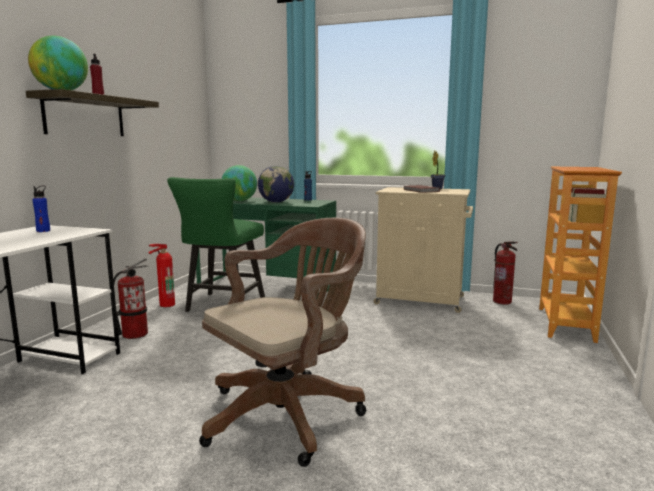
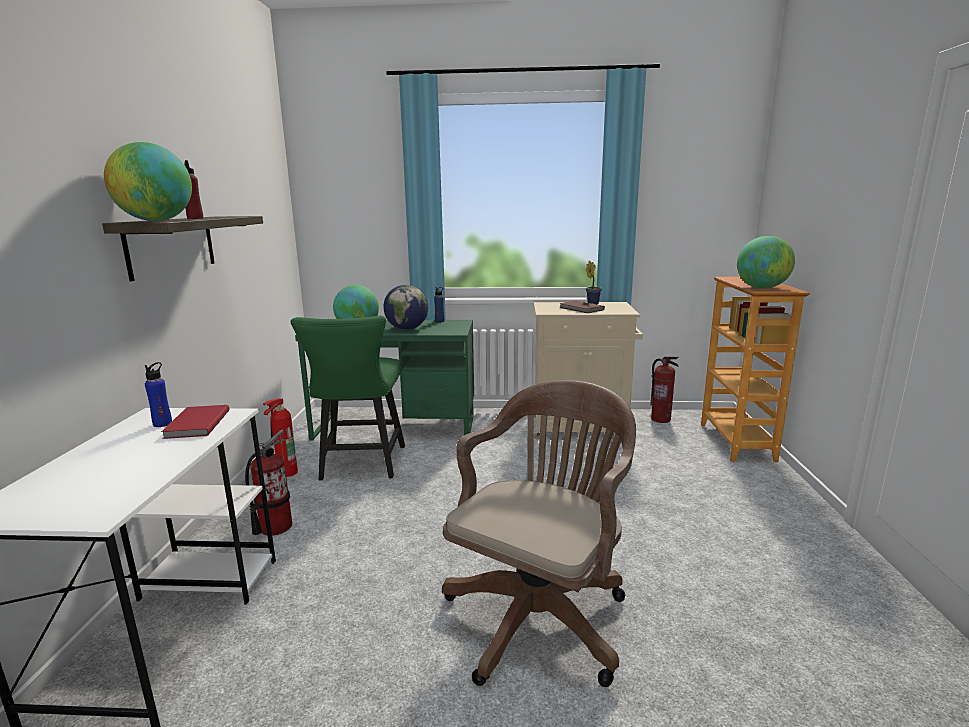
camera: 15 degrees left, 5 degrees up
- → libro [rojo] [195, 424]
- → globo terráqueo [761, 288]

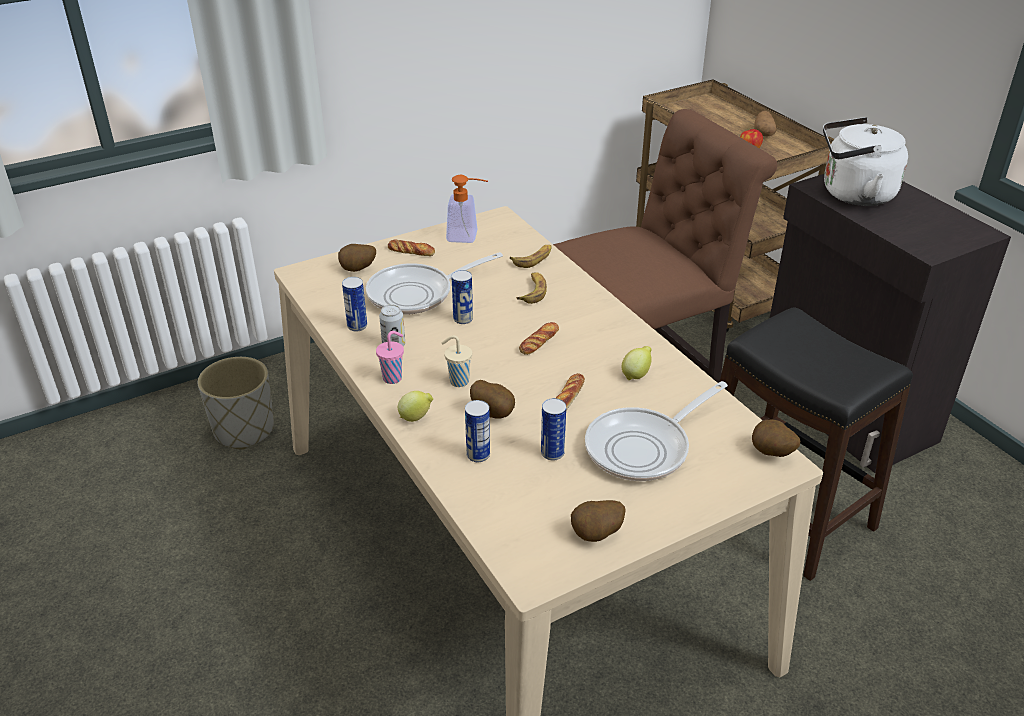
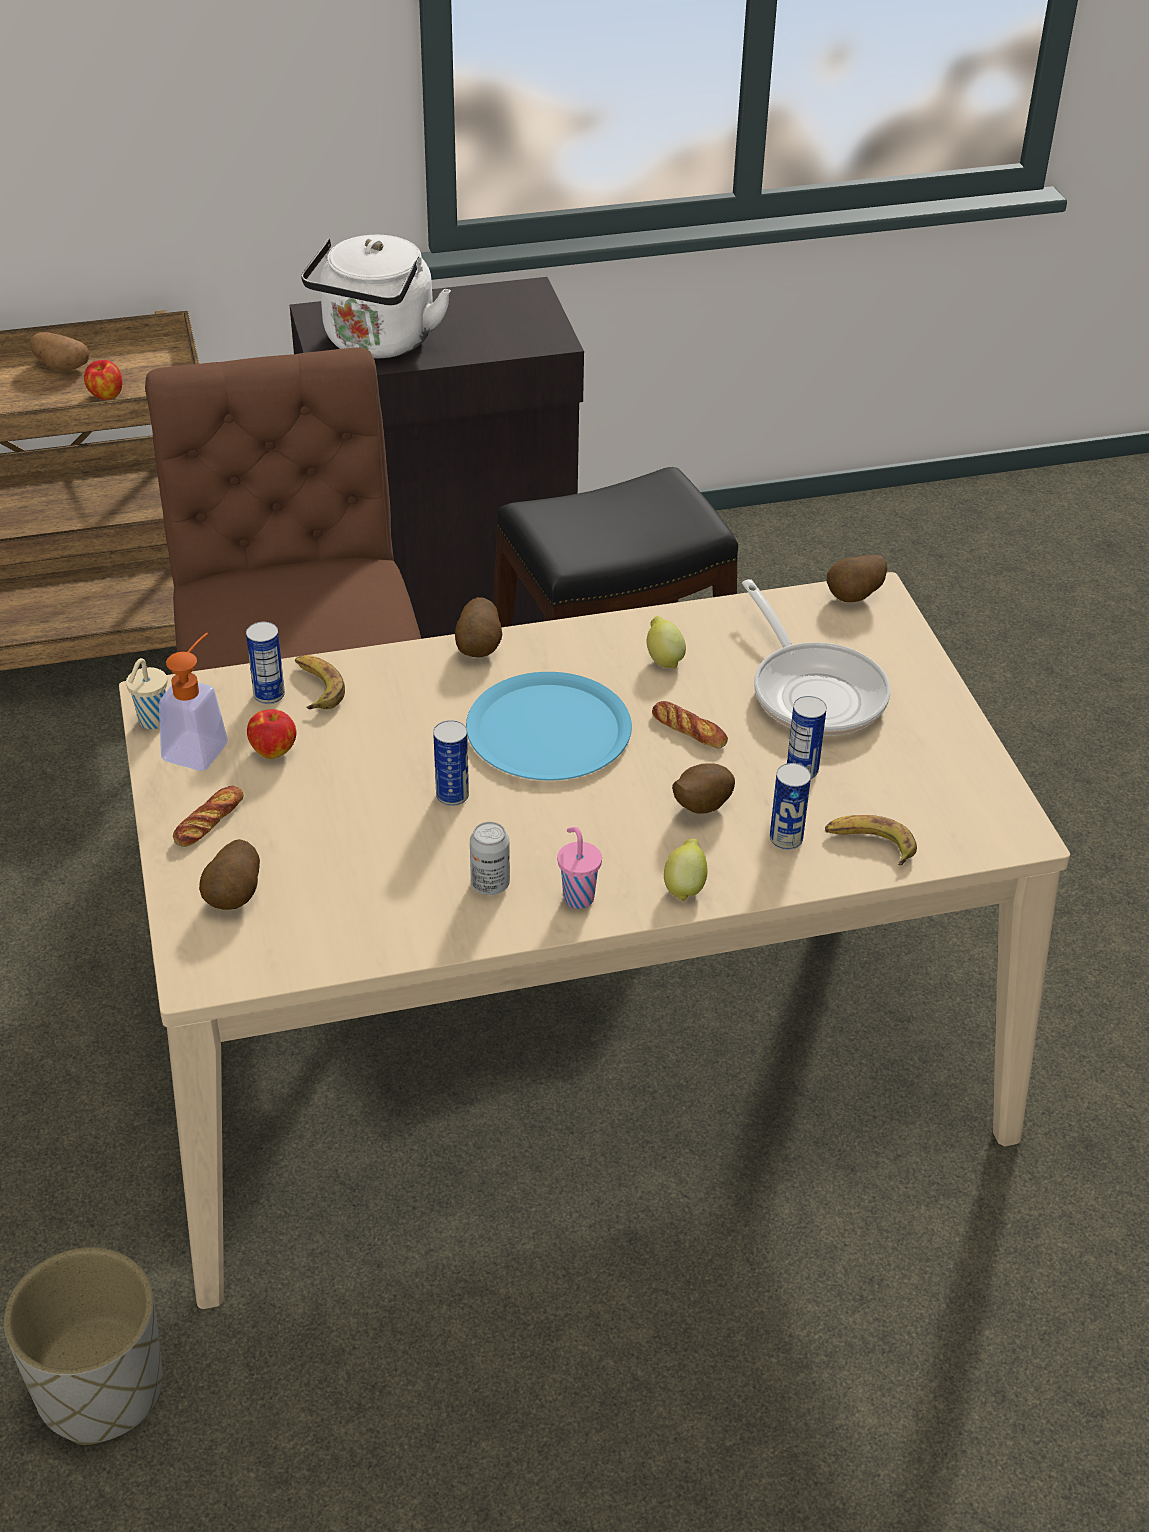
camera: 75 degrees left, 5 degrees up
lata [357, 326] → lata [269, 695], move
sartén [417, 294] → -
taza [beis] [458, 381] → taza [beis] [152, 722], move
plátano [532, 291] → plátano [870, 844], move
pan [539, 342] → plato [azul] [549, 730]
patata [597, 535] → patata [480, 649], move
- → manzana [274, 750]

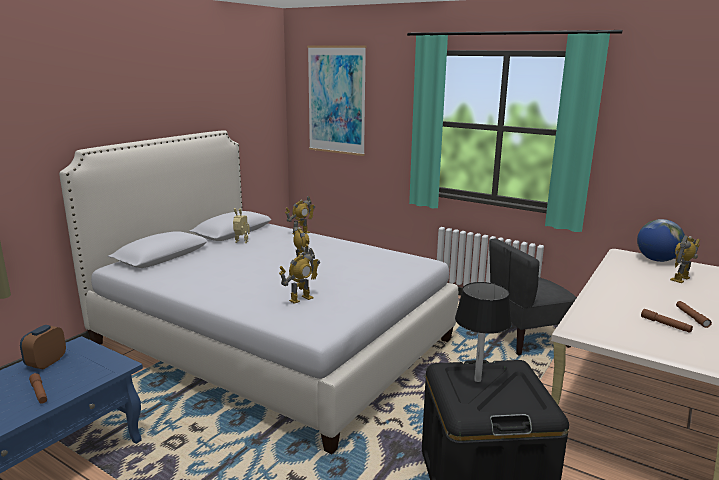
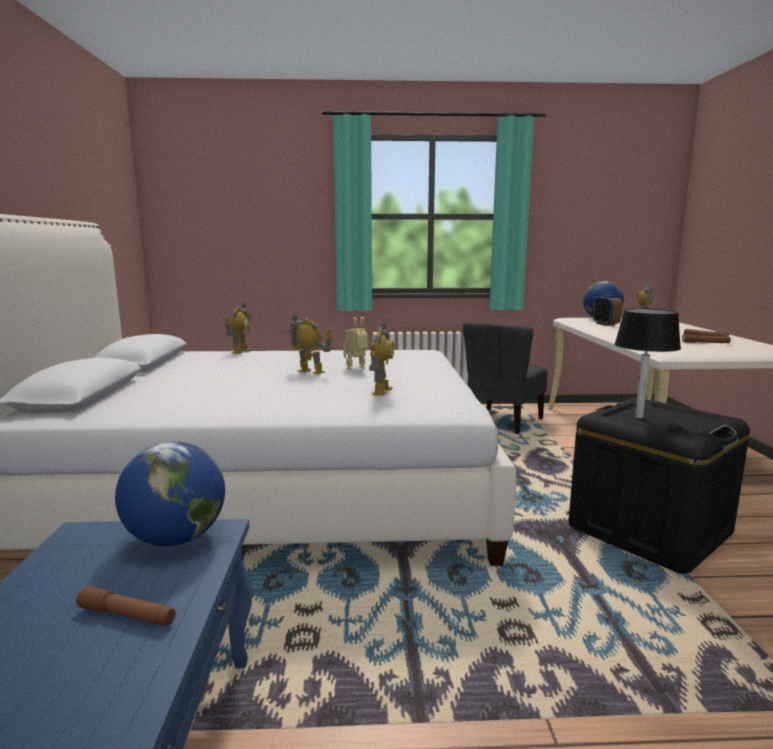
camera: 35 degrees left, 5 degrees down
despertador [46, 363] → despertador [605, 324], move
robot de juguete [241, 242] → robot de juguete [357, 369], move
cuadro [336, 100] → -
- → globo terráqueo [176, 539]

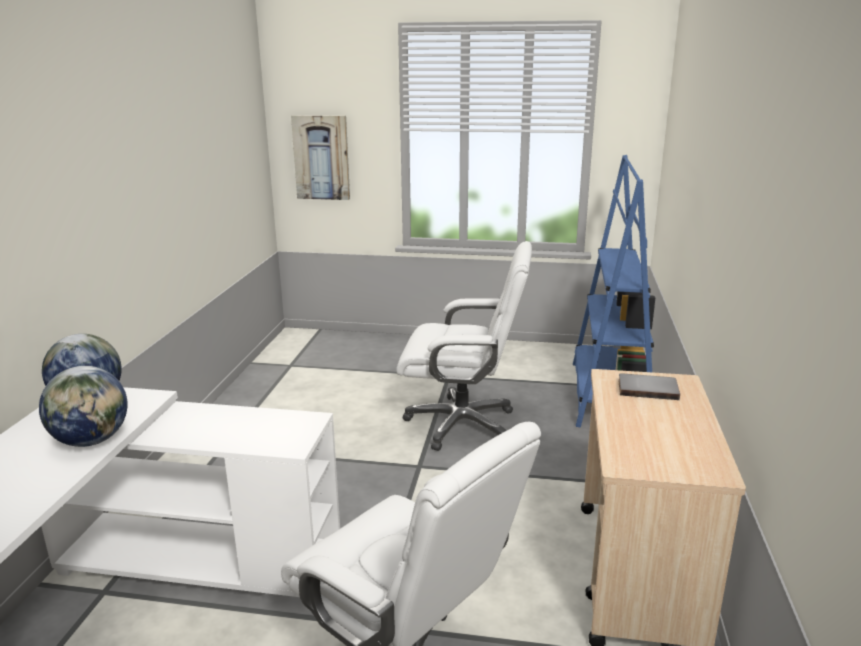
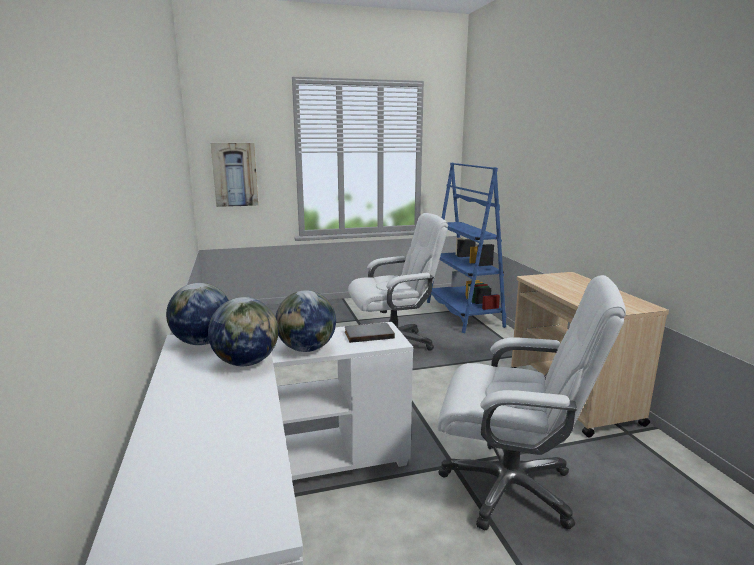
camera: 25 degrees left, 5 degrees down
libro [gris] [647, 388] → libro [gris] [368, 334], move
- → globo terráqueo [307, 349]

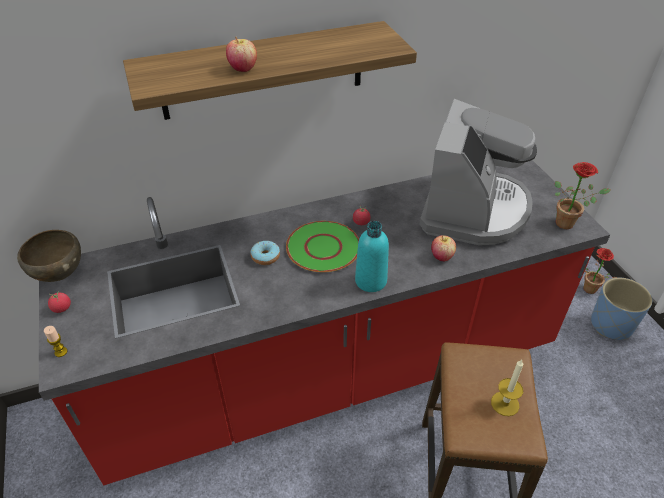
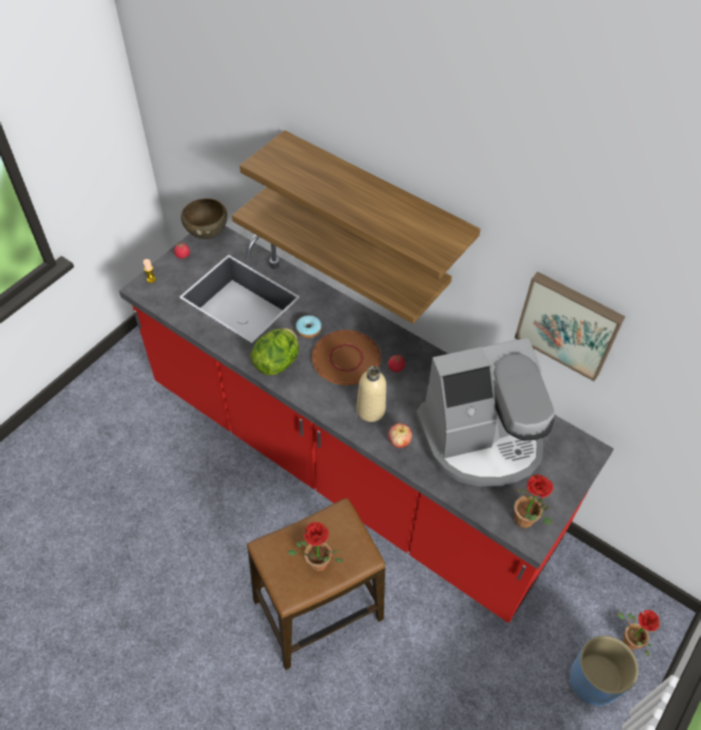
camera: 55 degrees right, 10 degrees up
manzana [243, 68] → -
plato [verde] [323, 247] → plato [marrón] [346, 358]
botella [turquesa] [371, 281] → -
vela [505, 403] → planta en maceta [315, 566]
- → estante [357, 246]
- → lechuga [277, 362]
- → botella [beis] [370, 410]
- → cuadro [569, 324]

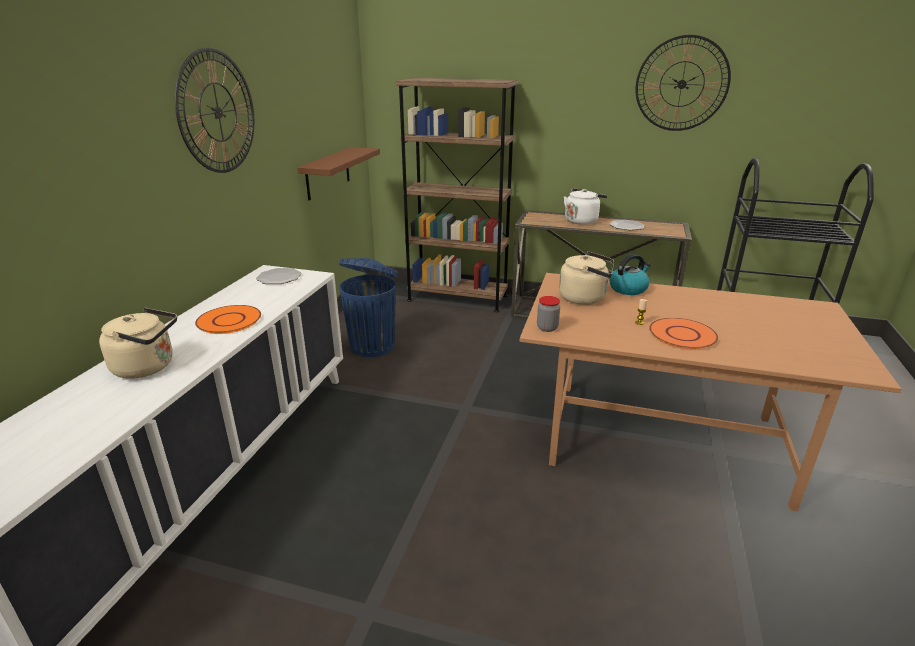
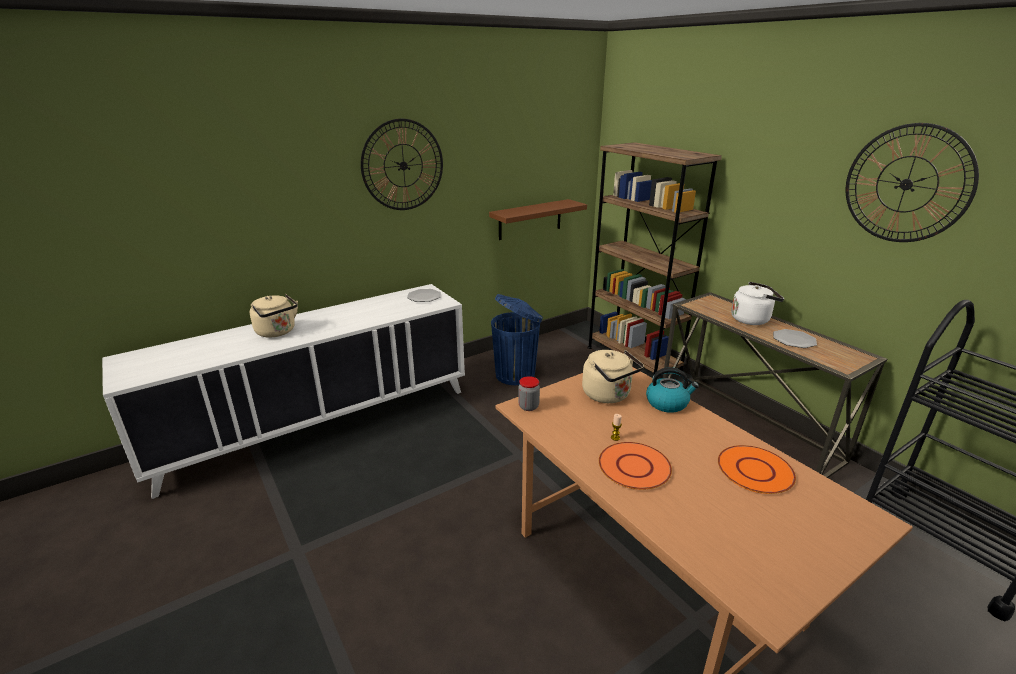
camera: 40 degrees right, 0 degrees up
plato [naranja] [229, 321] → plato [naranja] [755, 471], move

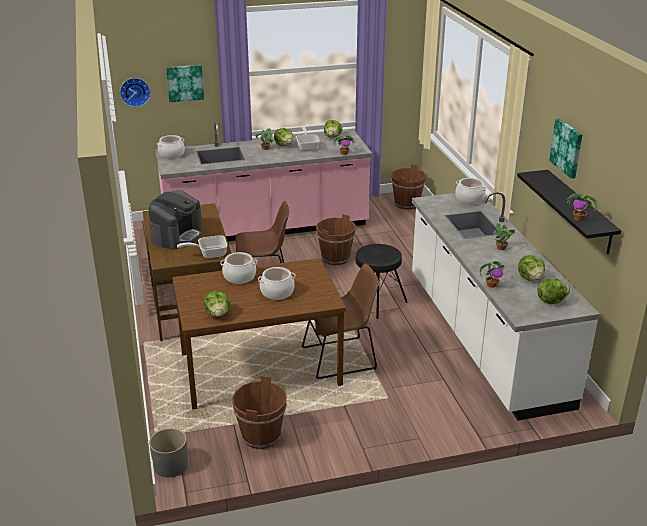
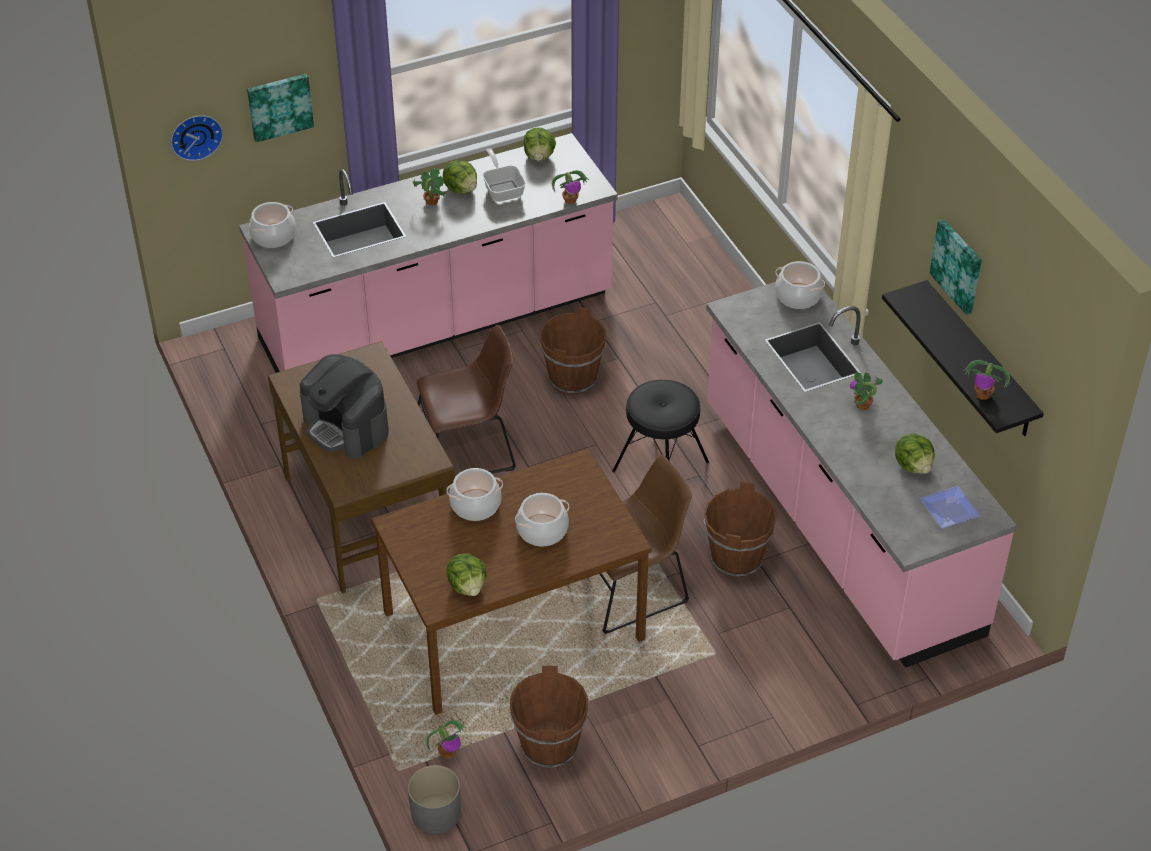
camera: 10 degrees left, 15 degrees up
cafetera [177, 235] → cafetera [346, 426], 120 degrees clockwise
sartén [209, 254] → -
cubo [marrón] [407, 204] → cubo [marrón] [737, 559], move
mueble bajo de cocina [blanco] [484, 338] → mueble bajo de cocina [rosa] [837, 520]
planta en maceta [492, 285] → planta en maceta [448, 752], move
lechuga [551, 301] → plato [947, 508]

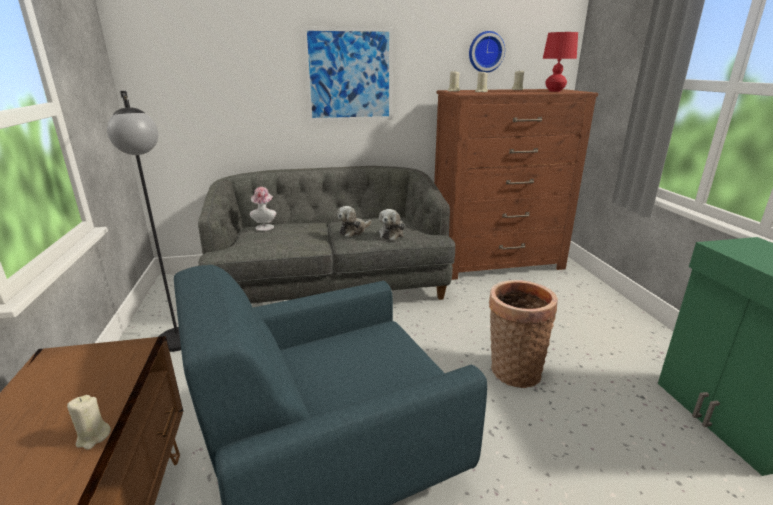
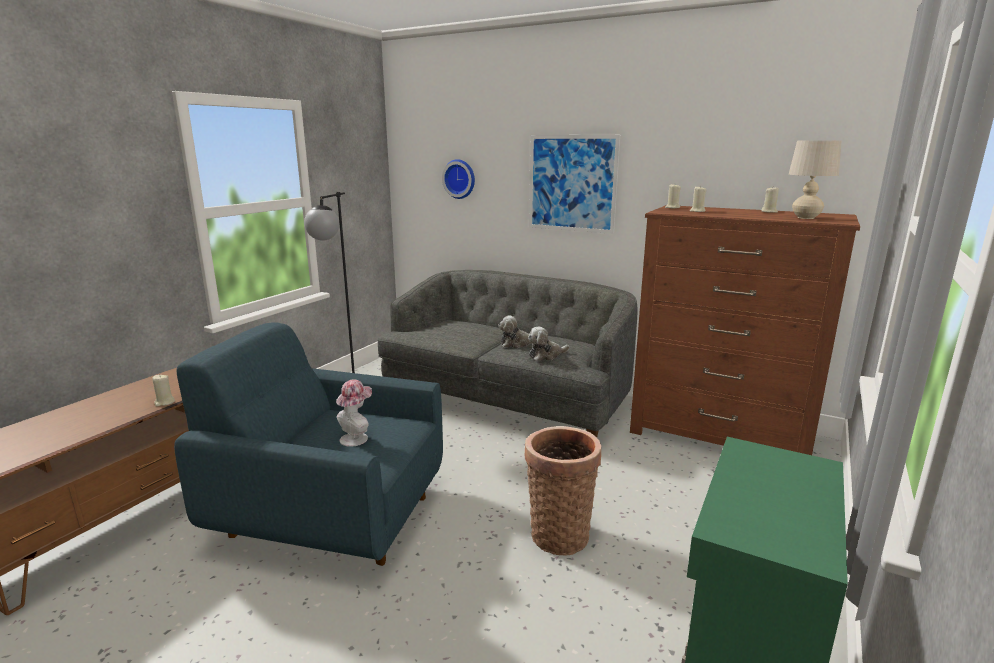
camera: 40 degrees right, 5 degrees down
sombrero [265, 226] → sombrero [357, 437], move
reloj de pared [485, 52] → reloj de pared [460, 179], move
lámpara de mesa [rojo] [554, 91] → lámpara de mesa [beis] [805, 218]

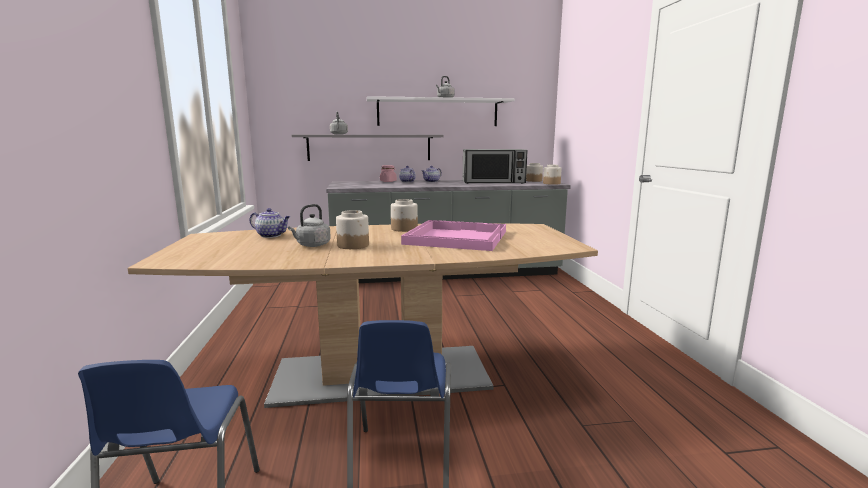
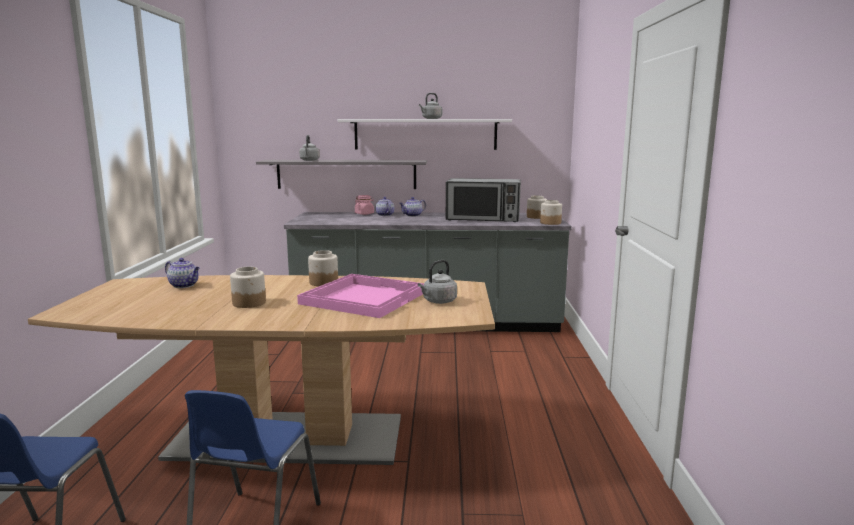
camera: 10 degrees right, 0 degrees up
hervidor [gris] [312, 245] → hervidor [gris] [438, 301], move

